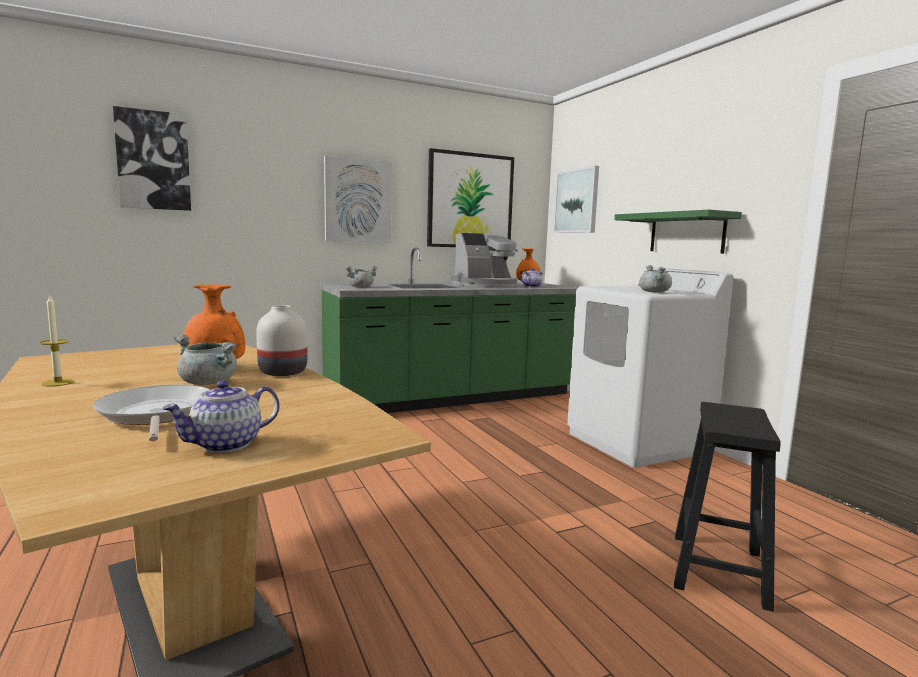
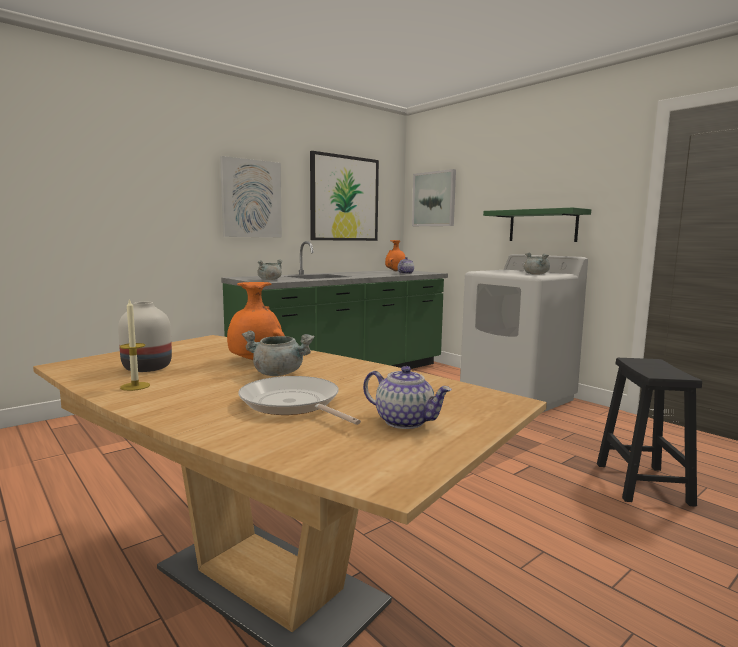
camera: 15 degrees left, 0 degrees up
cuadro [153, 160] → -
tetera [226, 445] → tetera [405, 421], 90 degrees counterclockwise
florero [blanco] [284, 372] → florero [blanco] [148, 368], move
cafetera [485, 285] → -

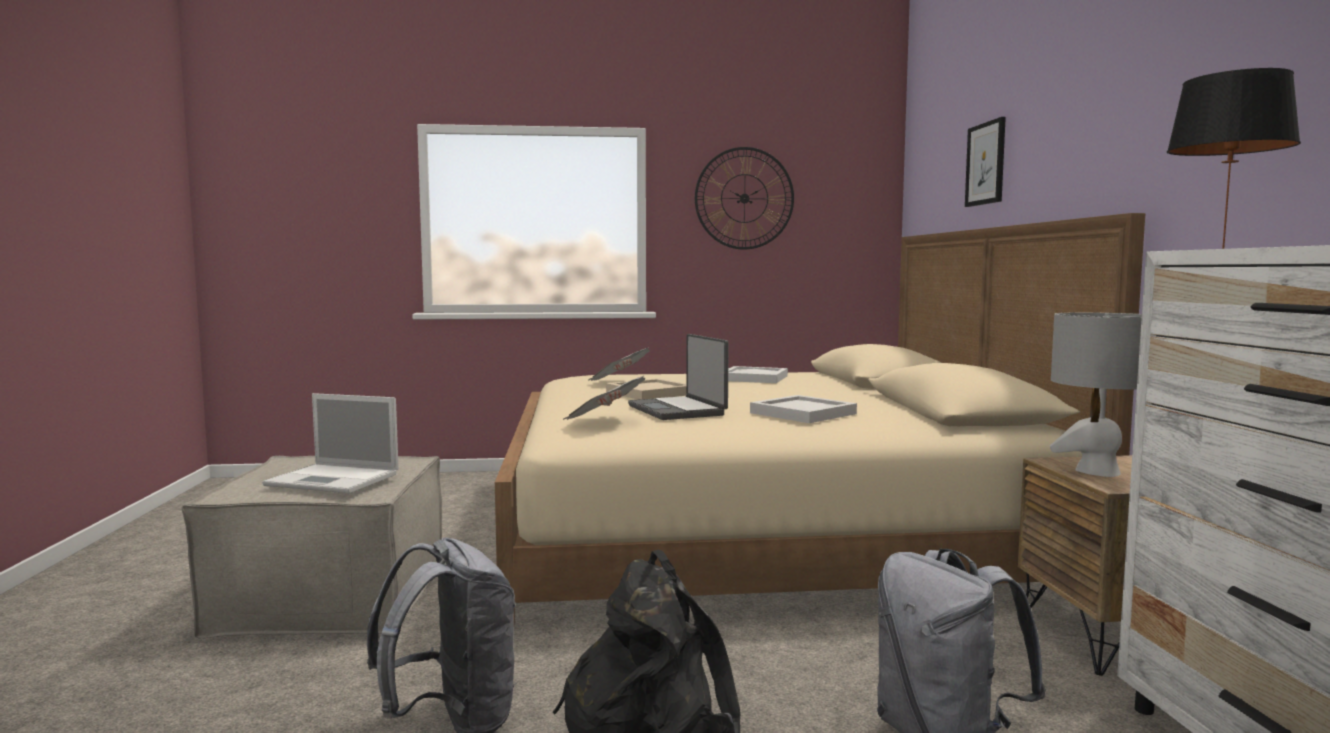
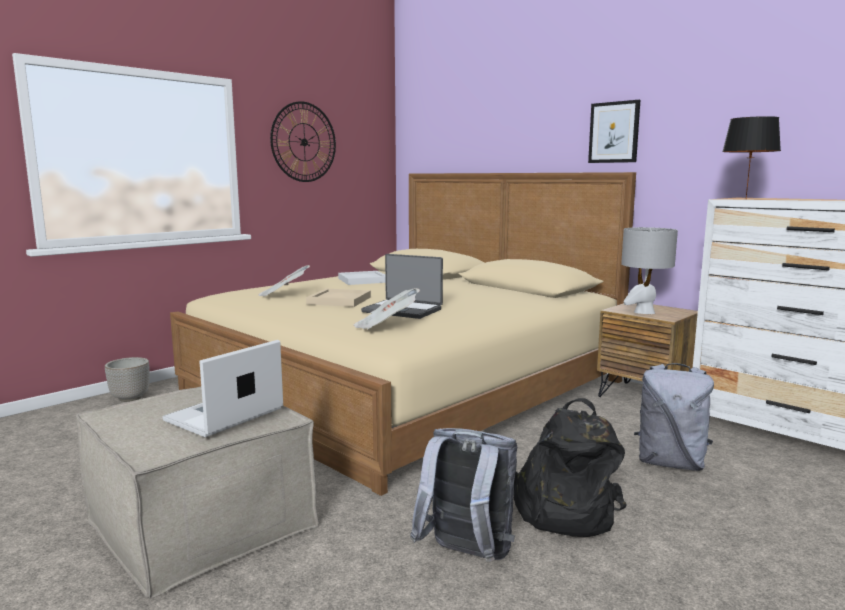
camera: 40 degrees left, 5 degrees up
portátil [335, 479] → portátil [223, 415], 150 degrees clockwise
bandeja [blanco] [803, 413] → -
cuadro [986, 164] → cuadro [614, 132], move
- → maceta [130, 398]

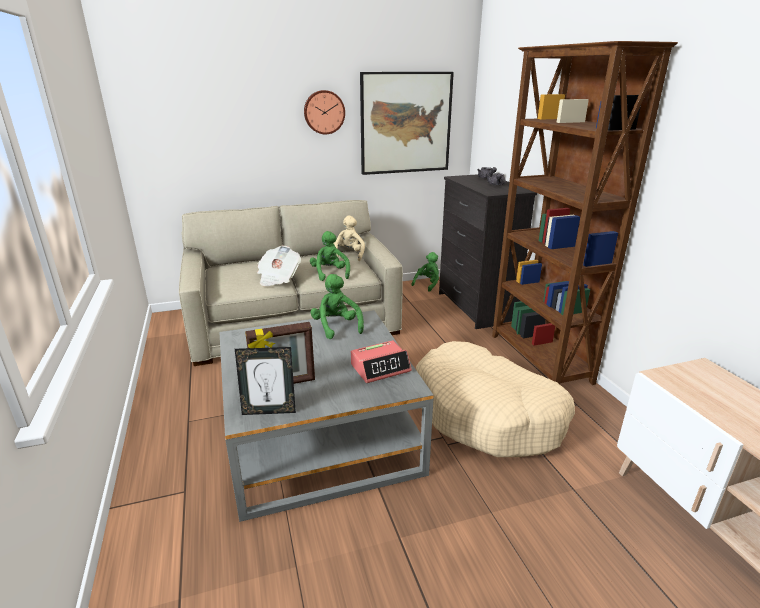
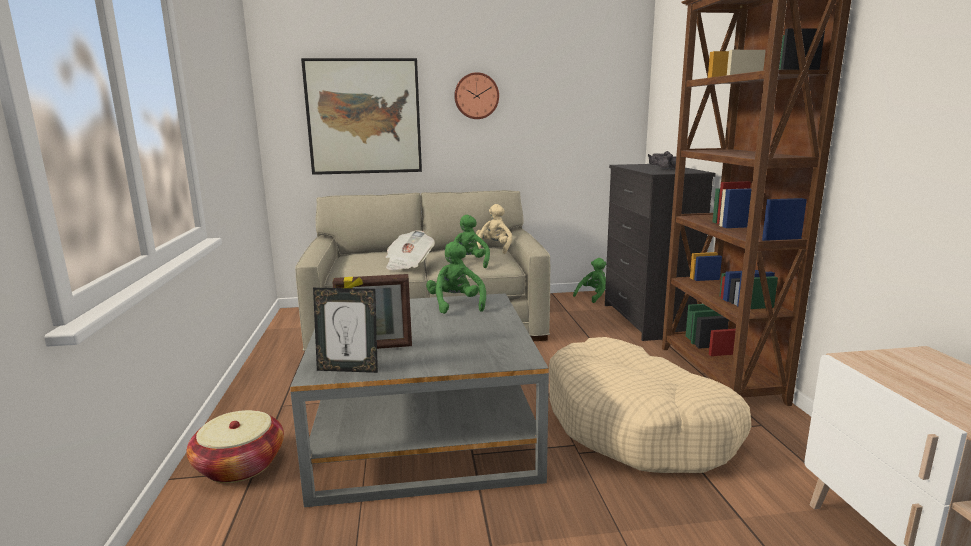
camera: 10 degrees right, 10 degrees down
despertador [380, 368] → -
cuadro [405, 123] → cuadro [364, 117], move
- → cesta [240, 465]

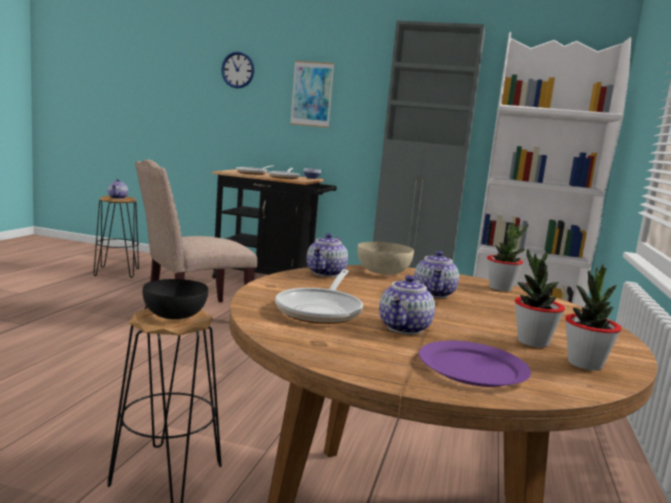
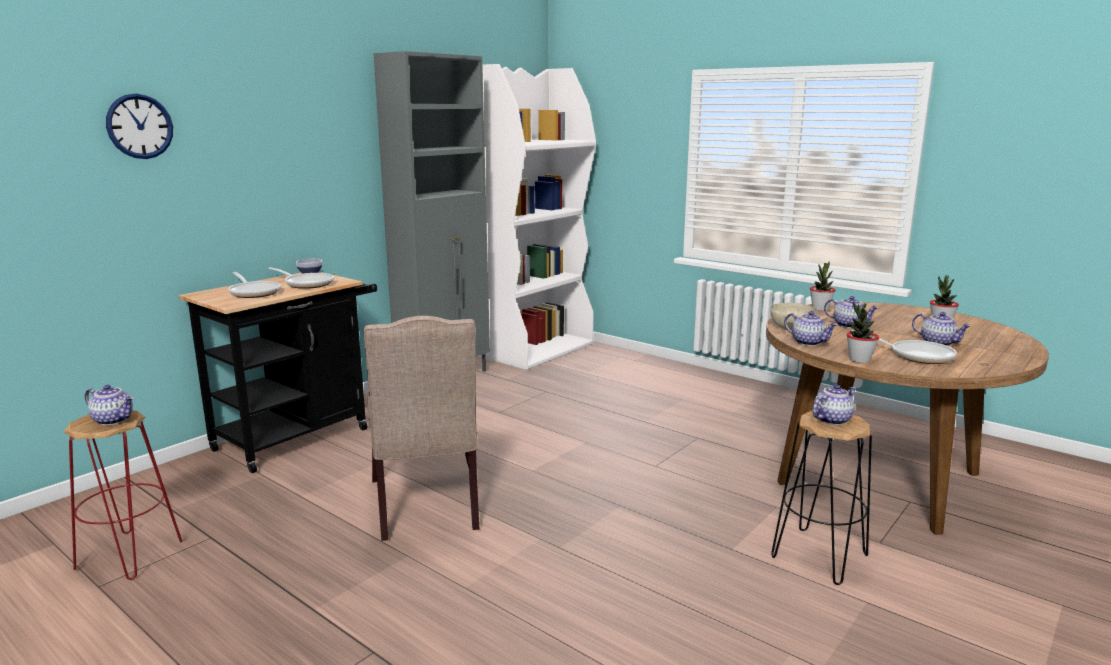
camera: 65 degrees left, 5 degrees up
taburete [negro] [117, 272] → taburete [rojo] [130, 554]
cuenco [negro] [175, 314] → tetera [831, 419]
cuadro [312, 94] → -
plato [morado] [473, 368] → -
planta en maceta [584, 364] → planta en maceta [859, 360], move

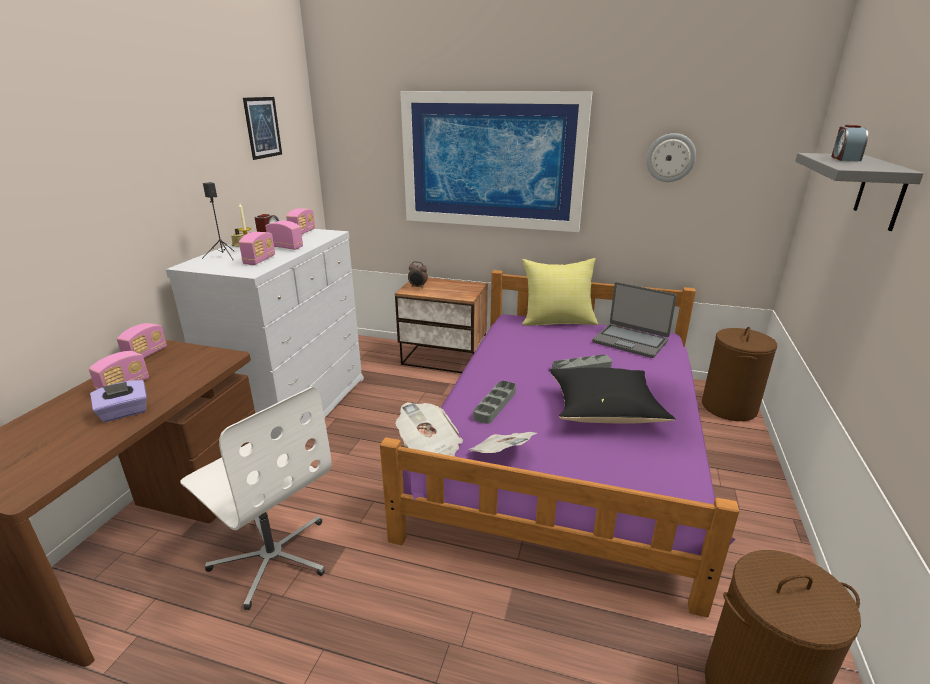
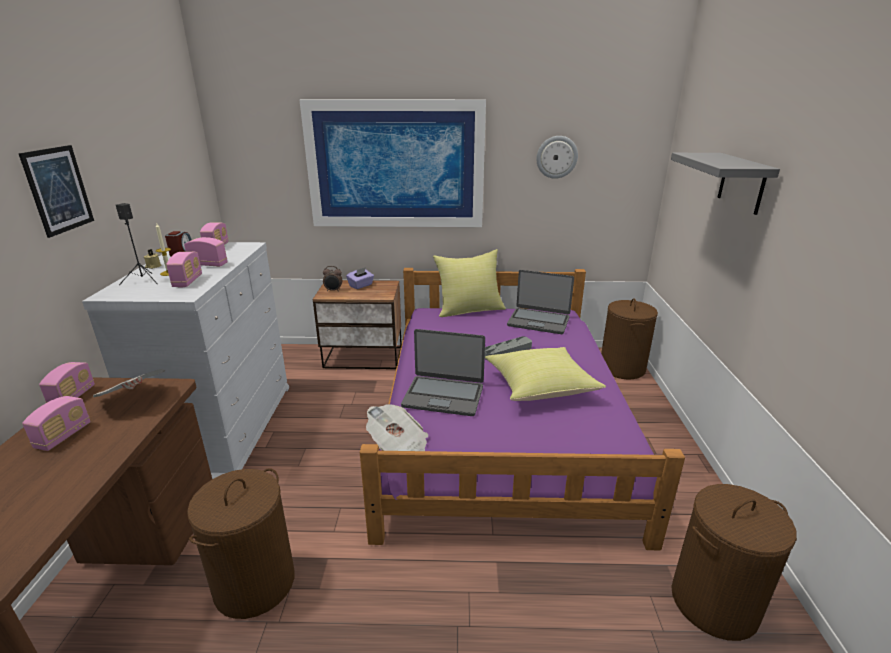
camera: 15 degrees left, 0 degrees up
caja de pañuelos [morado] [124, 413] → caja de pañuelos [morado] [361, 285], move
silla de oficina [blanco] [272, 556] → cesto de la ropa [marrón] [254, 584]
cuadro [263, 127] → cuadro [58, 190], move
periódico [501, 456] → periódico [134, 398], move
bandeja [gris] [495, 405] → portátil [443, 396]
cojín [negro] [604, 411] → cojín [amarillo] [540, 387]
despertador [845, 158] → -

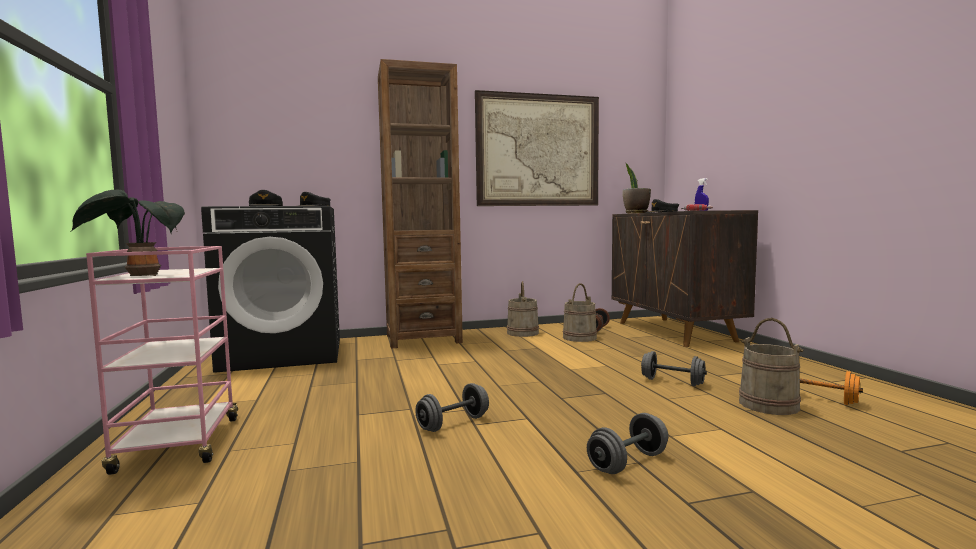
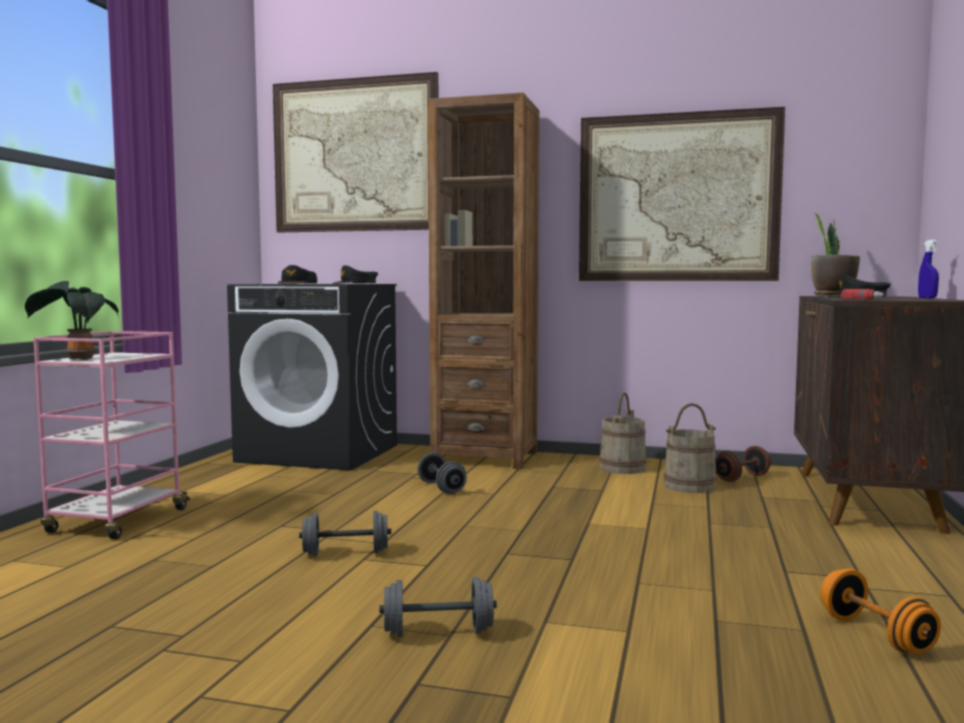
camera: 30 degrees right, 0 degrees up
mancuerna [gris] [672, 382] → mancuerna [gris] [441, 488], move
cubo [beis] [768, 404] → -
- → cuadro [355, 155]

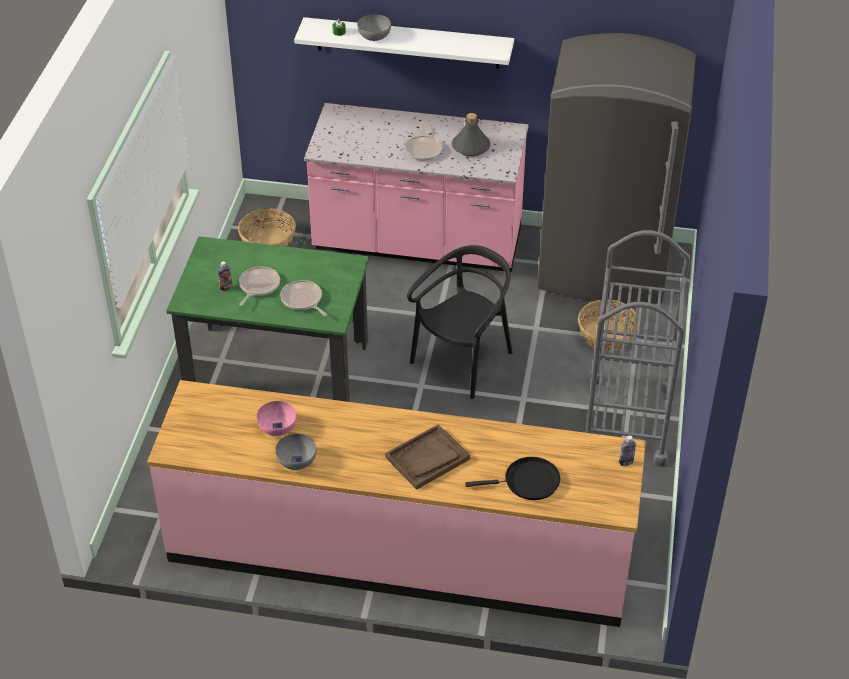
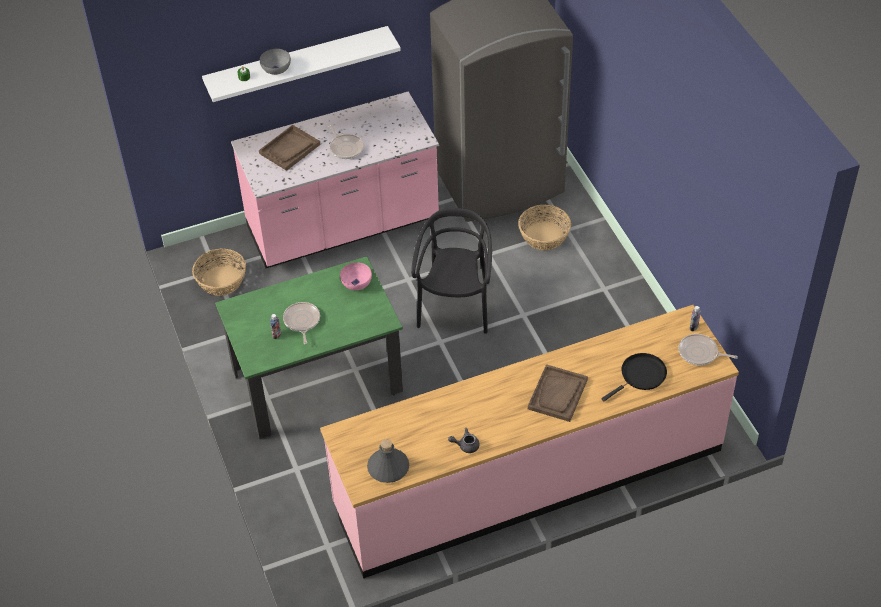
camera: 30 degrees left, 5 degrees up
cuenco [rosa] [277, 427] → cuenco [rosa] [356, 283], move
cuenco [gris] [296, 461] → tetera [gris] [465, 445]
sartén [303, 300] → sartén [700, 353], move
botella [gris] [470, 147] → botella [gris] [388, 467], move
carrito [gris] [627, 420] → -
- → bandeja [marrón] [289, 149]

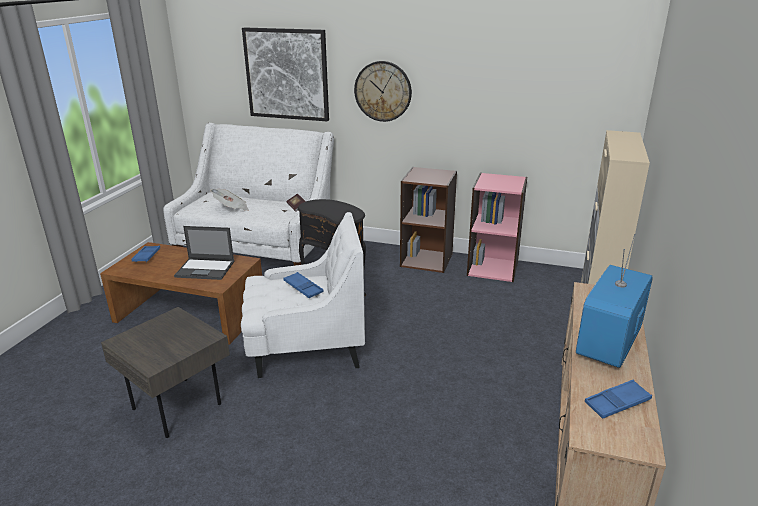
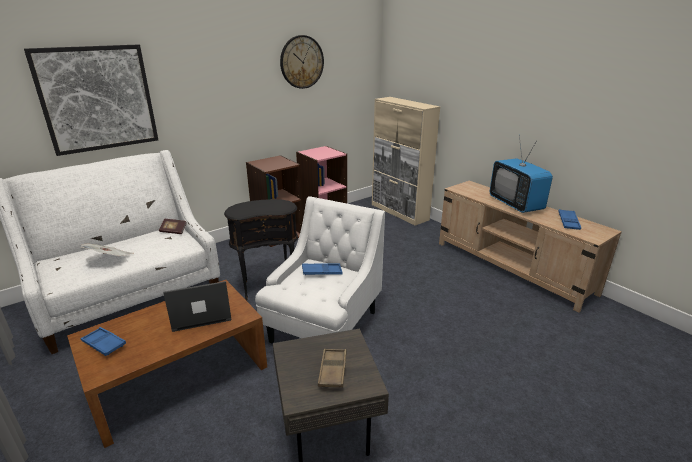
camera: 55 degrees left, 0 degrees up
portátil [206, 269] → portátil [200, 313], 150 degrees counterclockwise
reloj de pared [383, 91] → reloj de pared [301, 62], move
- → bandeja [marrón] [333, 370]

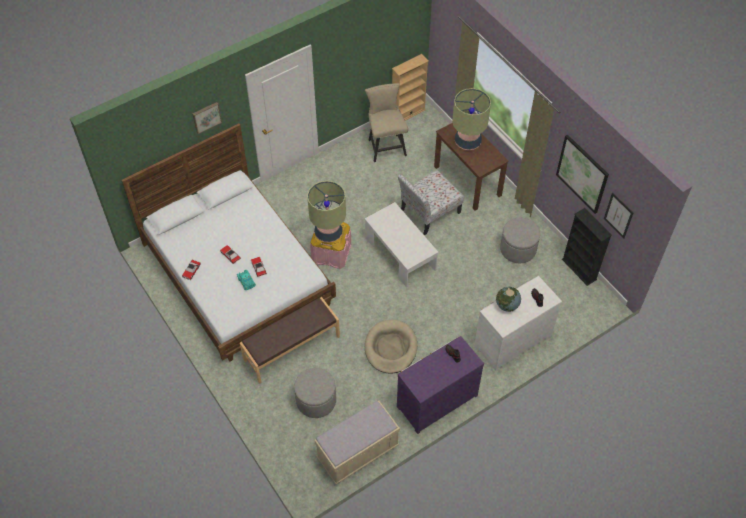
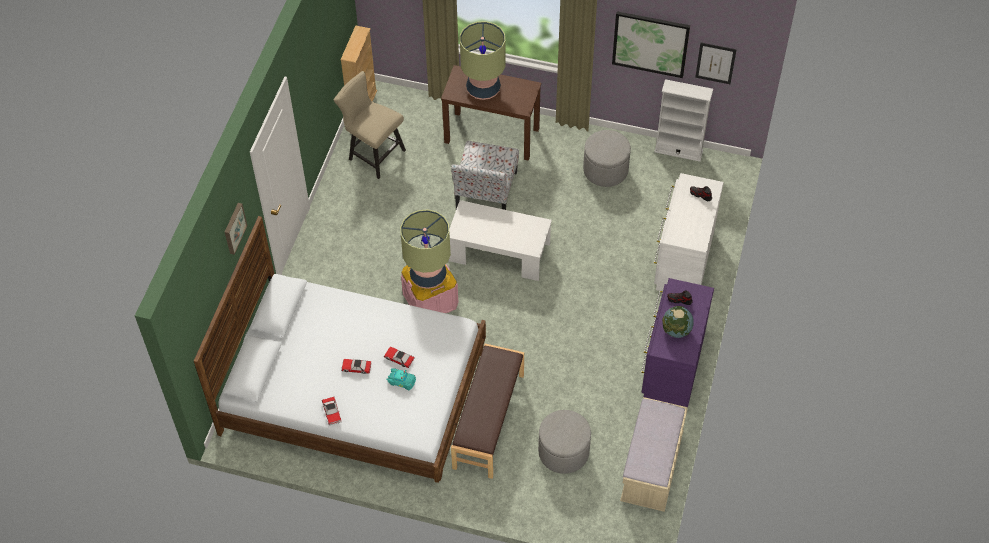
camera: 40 degrees left, 0 degrees up
cama para perro [beis] [390, 348] → -
globo terráqueo [507, 305] → globo terráqueo [676, 330], move
estantería [negro] [579, 269] → estantería [blanco] [678, 151]

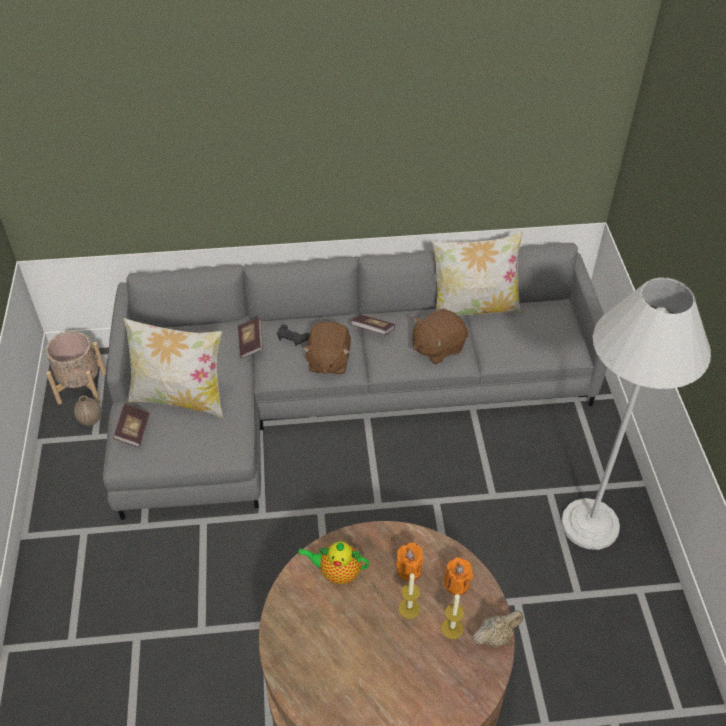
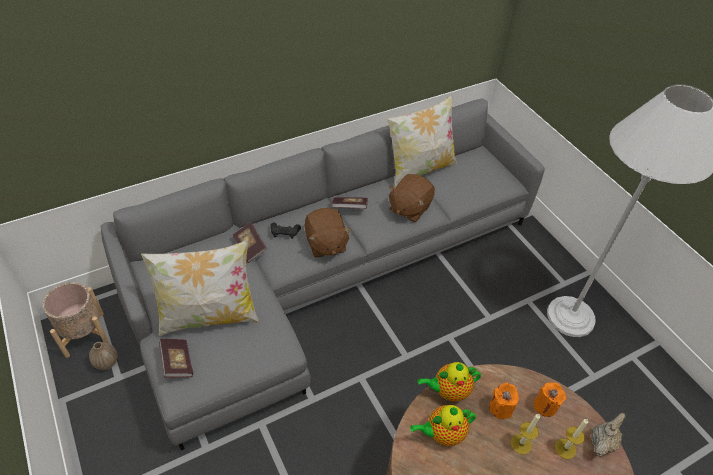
camera: 25 degrees left, 0 degrees up
- → tetera [448, 391]

